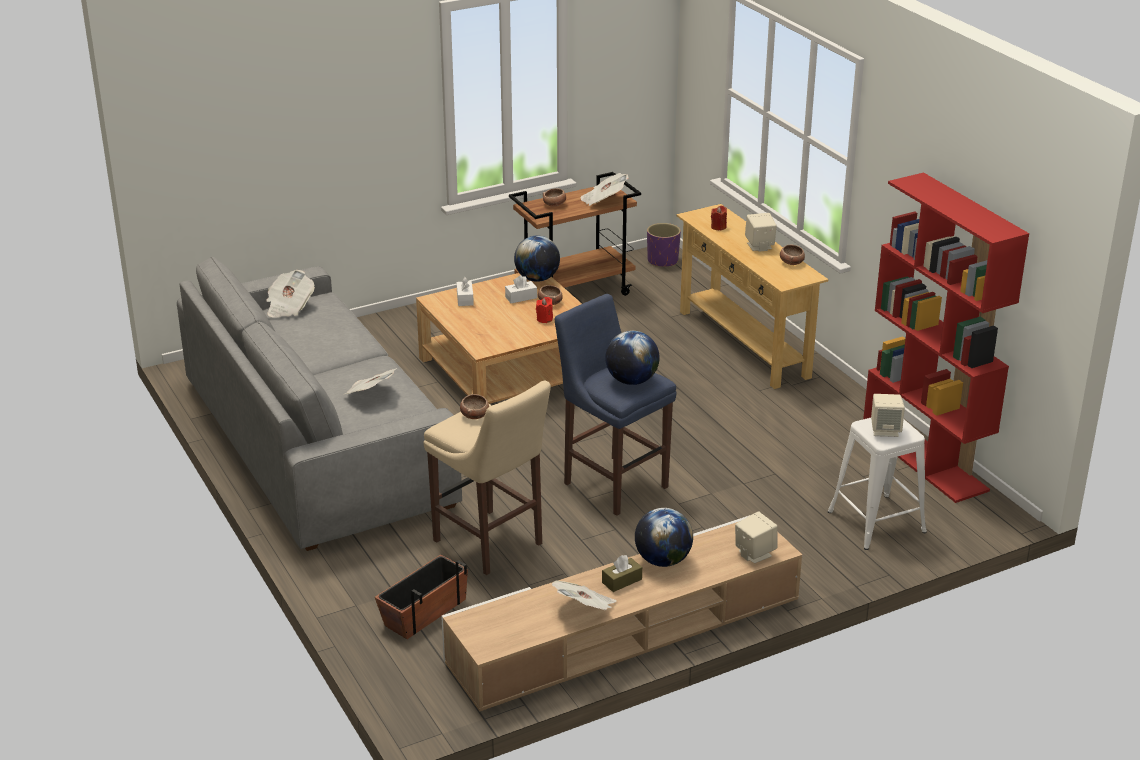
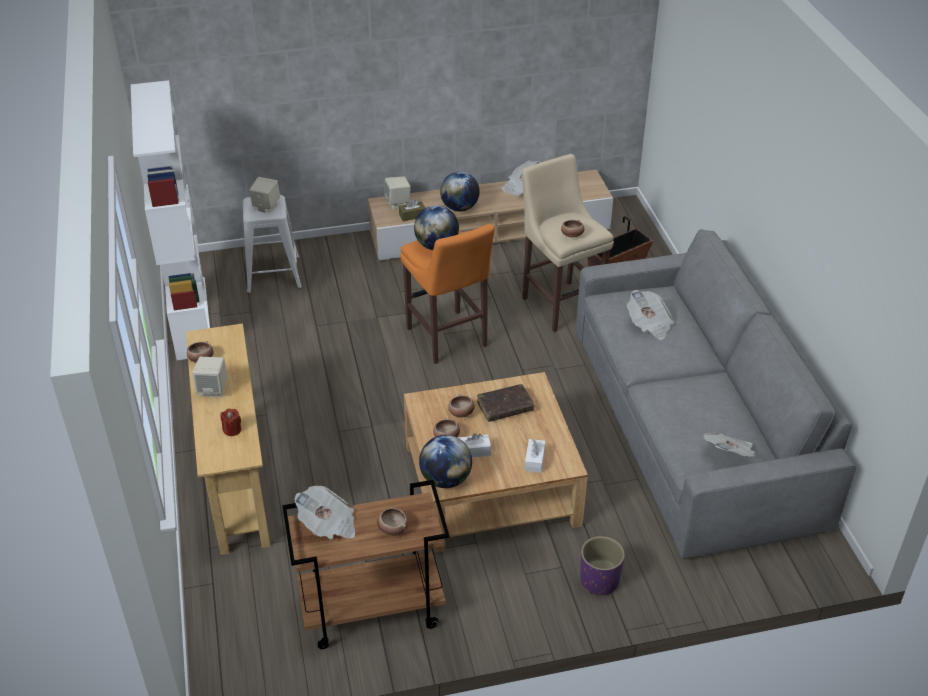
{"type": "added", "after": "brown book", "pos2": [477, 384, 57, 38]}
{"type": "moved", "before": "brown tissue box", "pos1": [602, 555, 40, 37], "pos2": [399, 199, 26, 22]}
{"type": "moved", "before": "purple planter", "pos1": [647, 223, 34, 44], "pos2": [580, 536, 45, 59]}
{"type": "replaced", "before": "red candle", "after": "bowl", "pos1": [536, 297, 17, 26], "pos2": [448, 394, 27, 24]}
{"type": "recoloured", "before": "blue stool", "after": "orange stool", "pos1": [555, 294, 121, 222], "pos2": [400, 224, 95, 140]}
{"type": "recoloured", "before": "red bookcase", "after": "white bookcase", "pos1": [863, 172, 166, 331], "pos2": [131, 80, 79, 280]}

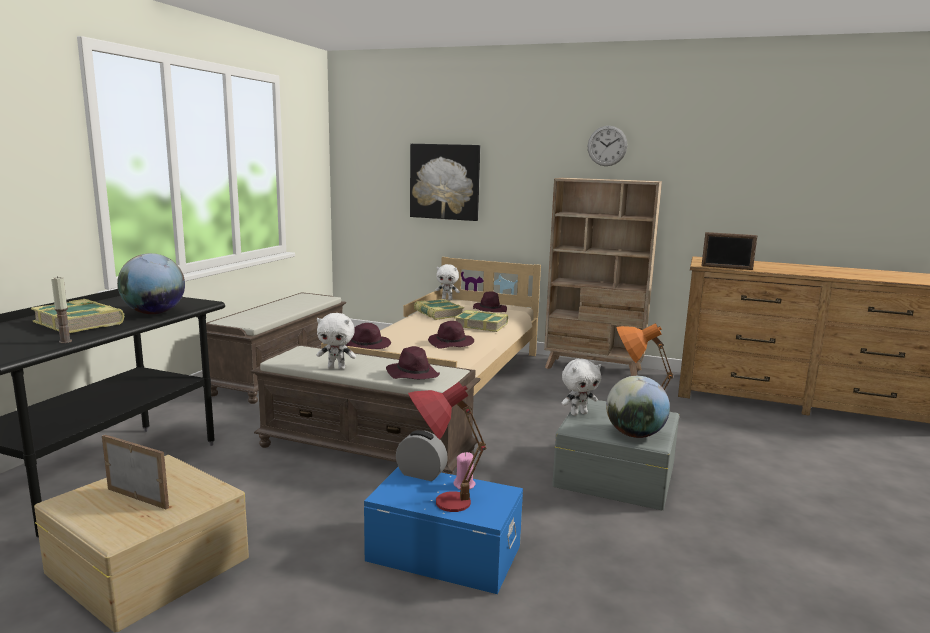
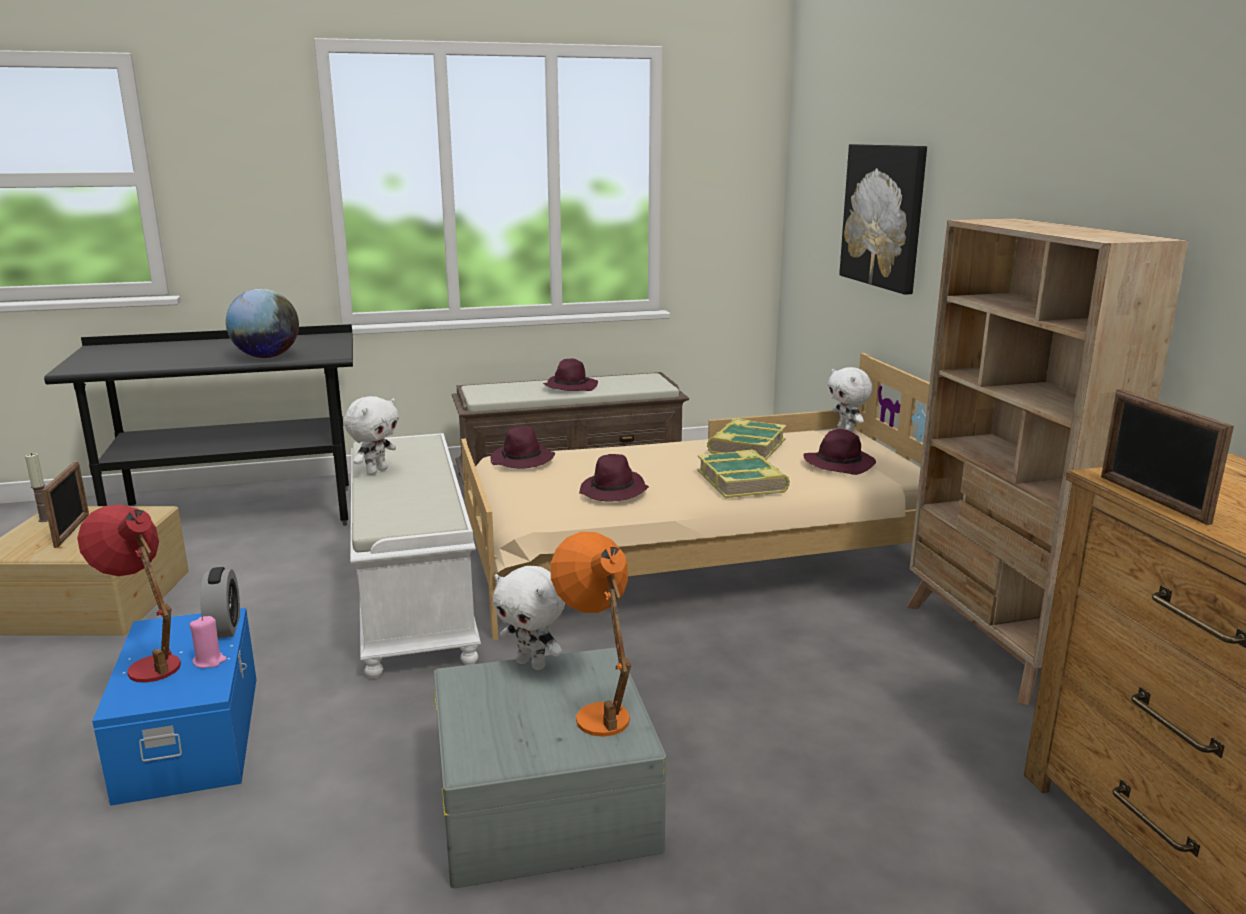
{"type": "removed", "before": "book", "pos1": [31, 299, 94, 34]}
{"type": "removed", "before": "wall clock", "pos1": [588, 126, 40, 40]}
{"type": "removed", "before": "globe", "pos1": [606, 376, 64, 62]}
{"type": "moved", "before": "candle", "pos1": [51, 276, 21, 67], "pos2": [25, 453, 23, 69]}
{"type": "moved", "before": "purple hat", "pos1": [386, 346, 54, 33], "pos2": [543, 359, 55, 32]}
{"type": "recoloured", "before": "brown bench", "after": "white bench", "pos1": [251, 345, 230, 129], "pos2": [350, 433, 131, 245]}
{"type": "turned", "before": "white plush toy", "pos1": [317, 313, 39, 57], "pos2": [344, 396, 55, 79], "turn": -120}

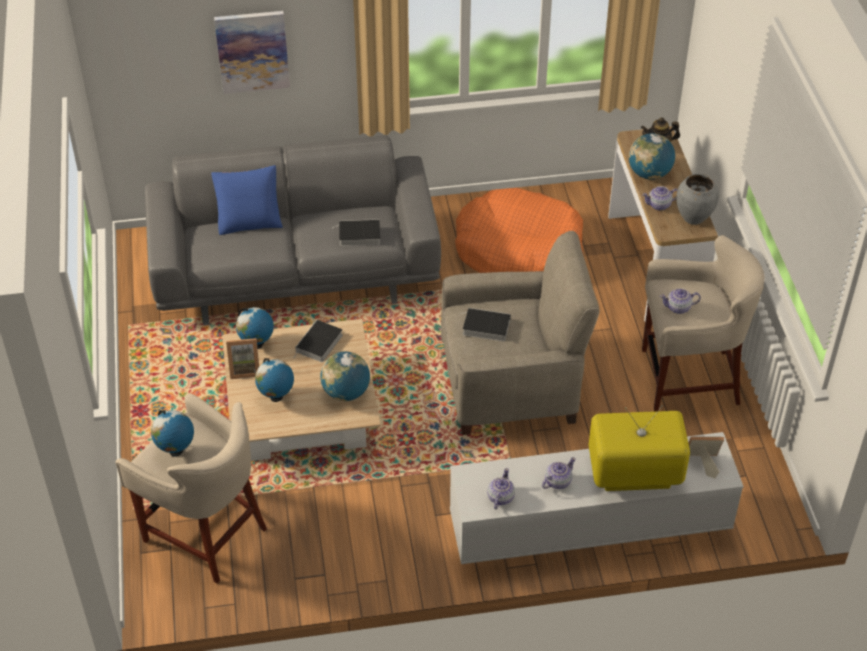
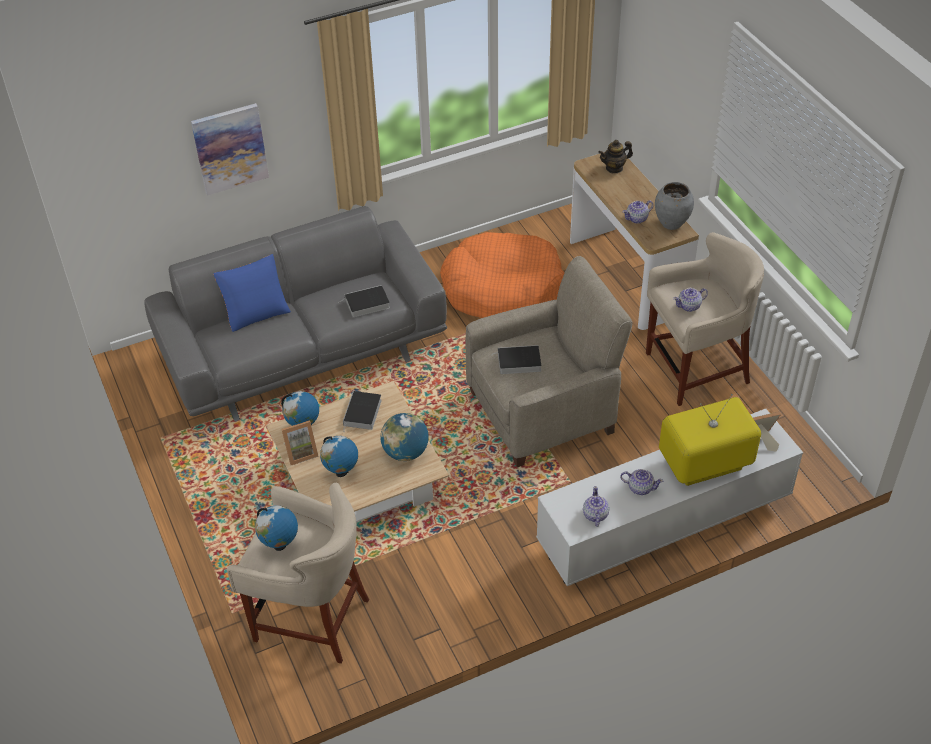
{"type": "removed", "before": "globe", "pos1": [629, 133, 46, 47]}
{"type": "turned", "before": "teapot", "pos1": [542, 457, 34, 32], "pos2": [620, 469, 43, 26], "turn": 75}

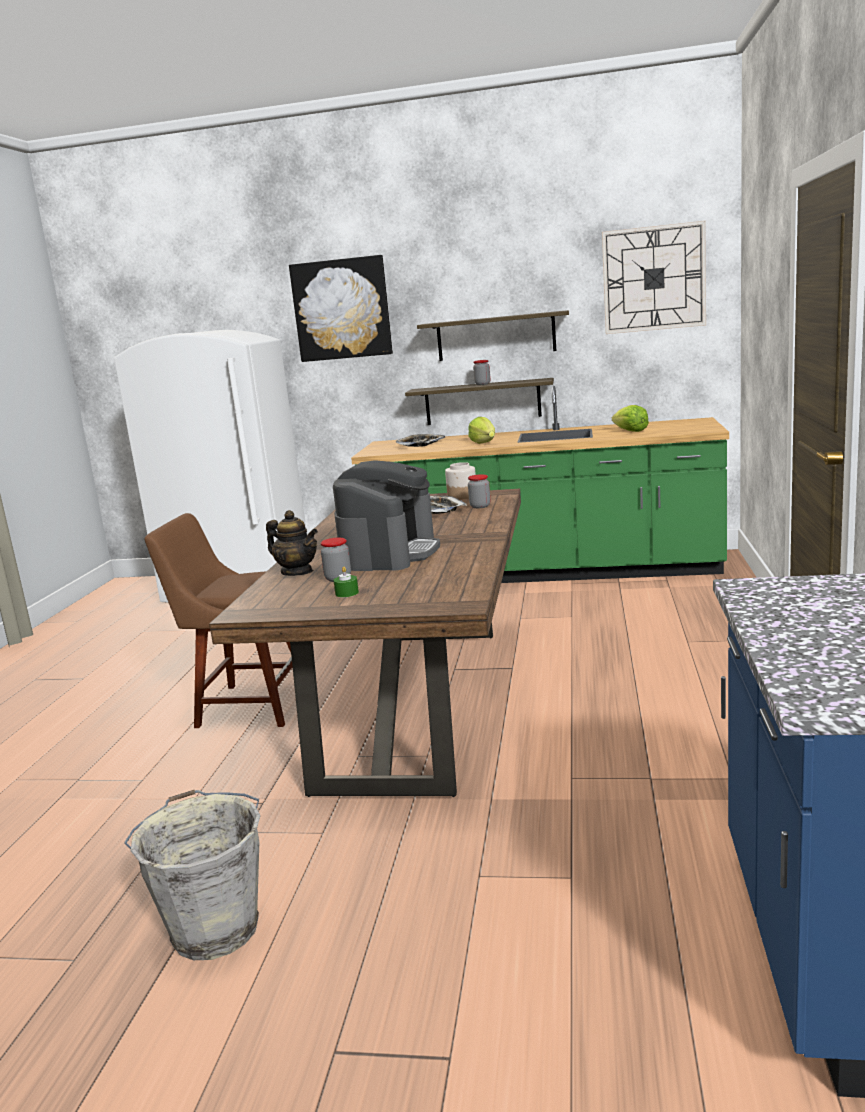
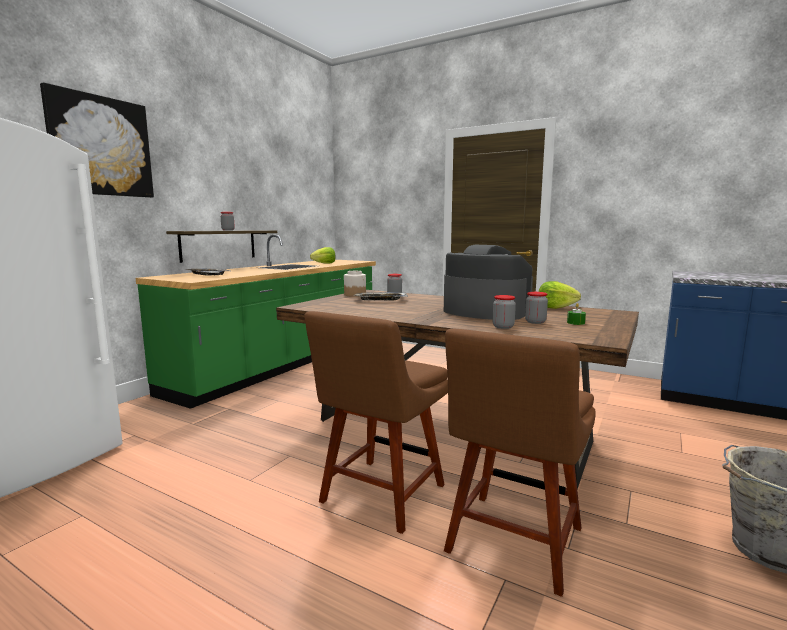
{"type": "removed", "before": "shelf", "pos1": [417, 310, 152, 51]}
{"type": "removed", "before": "wall clock", "pos1": [602, 221, 104, 113]}
{"type": "added", "after": "brown chair", "pos2": [444, 329, 152, 268]}
{"type": "moved", "before": "lettuce", "pos1": [468, 417, 27, 27], "pos2": [539, 281, 42, 28]}
{"type": "replaced", "before": "teapot", "after": "jar", "pos1": [266, 510, 52, 66], "pos2": [493, 295, 23, 34]}

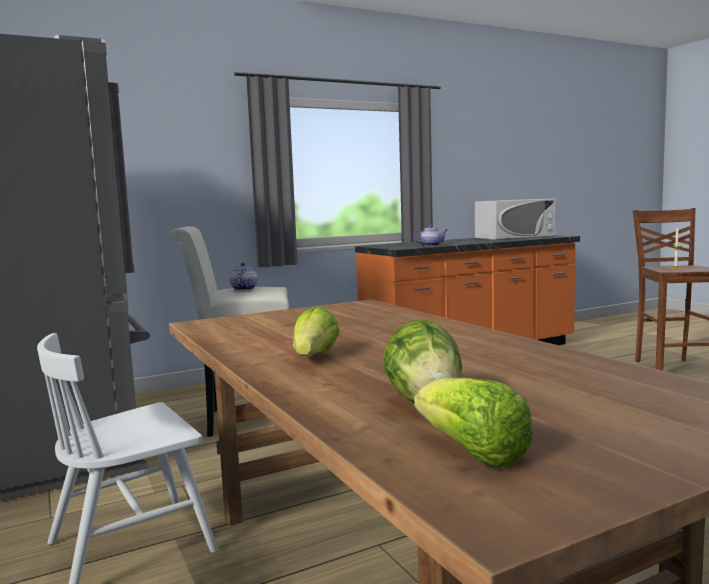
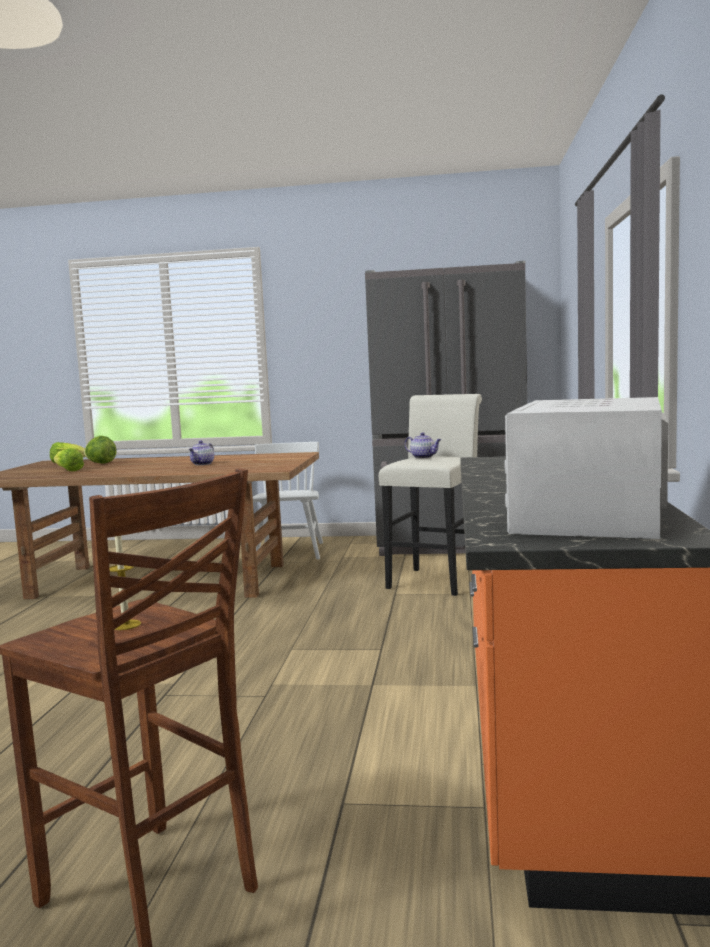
{"type": "moved", "before": "lettuce", "pos1": [293, 307, 47, 49], "pos2": [54, 448, 30, 23]}
{"type": "moved", "before": "teapot", "pos1": [414, 225, 33, 21], "pos2": [189, 441, 25, 24]}

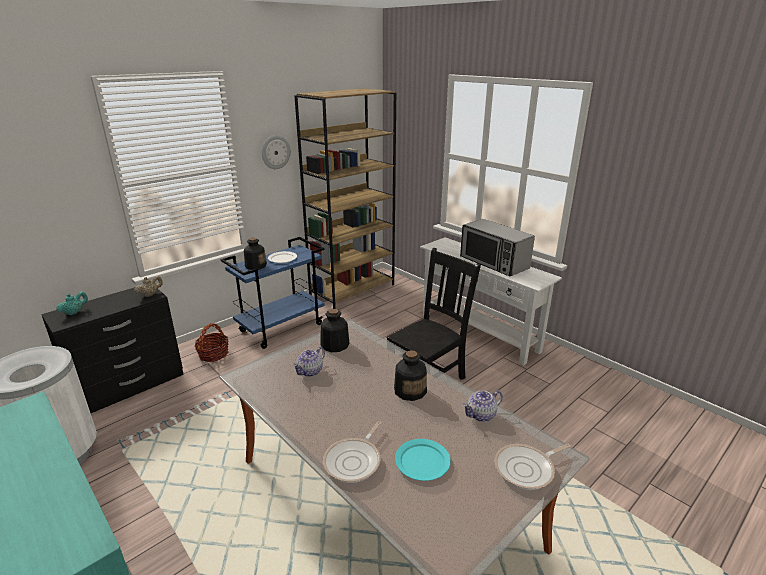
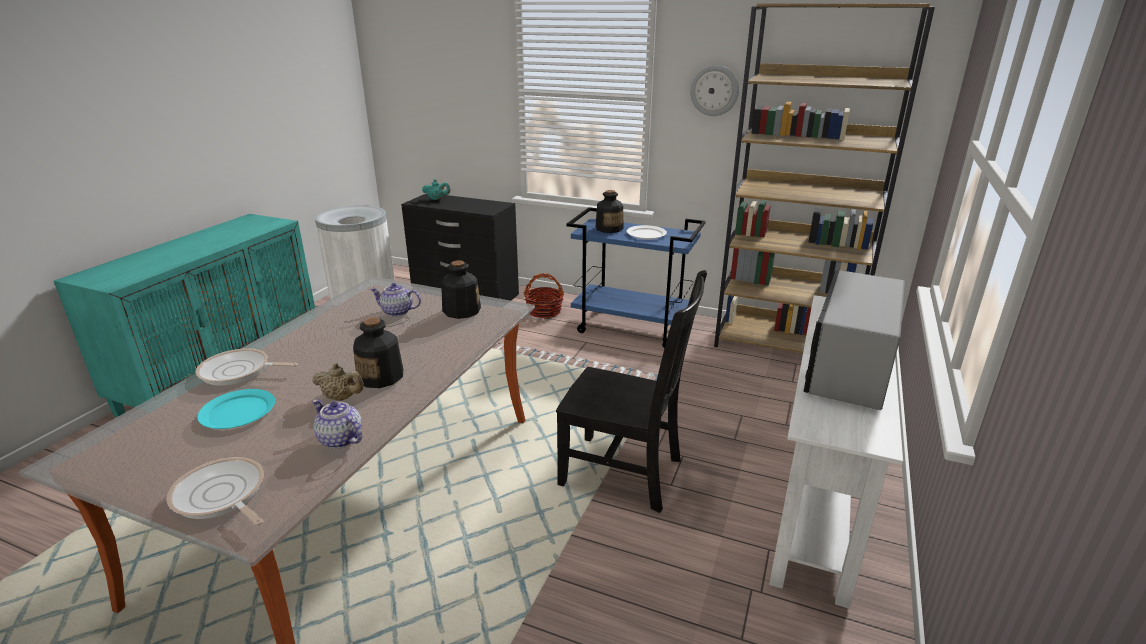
{"type": "moved", "before": "beige teapot", "pos1": [134, 276, 29, 21], "pos2": [312, 363, 52, 38]}

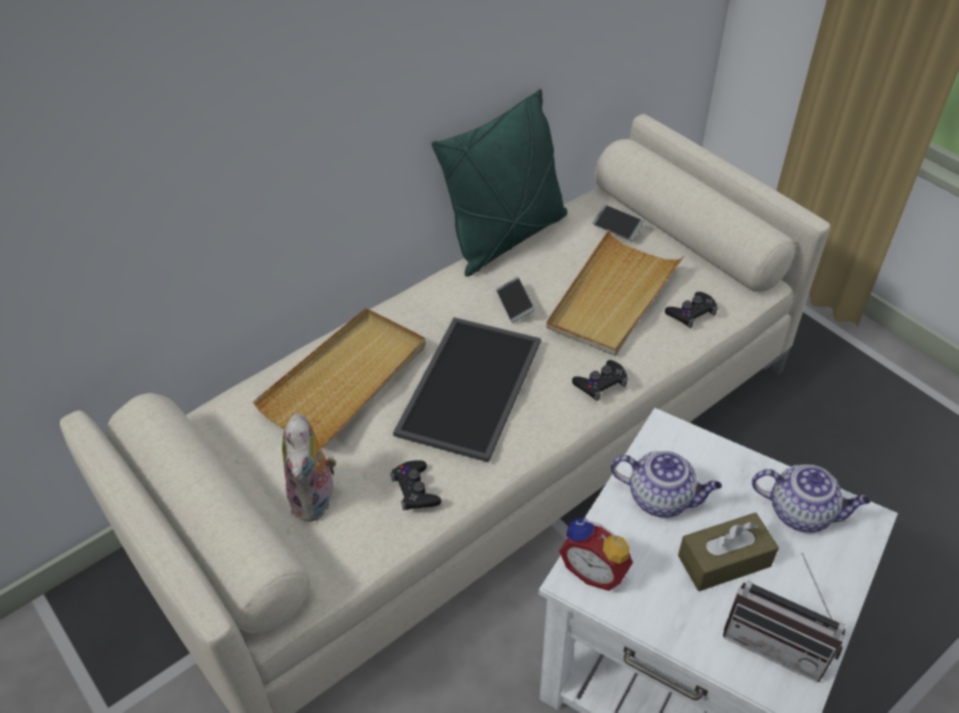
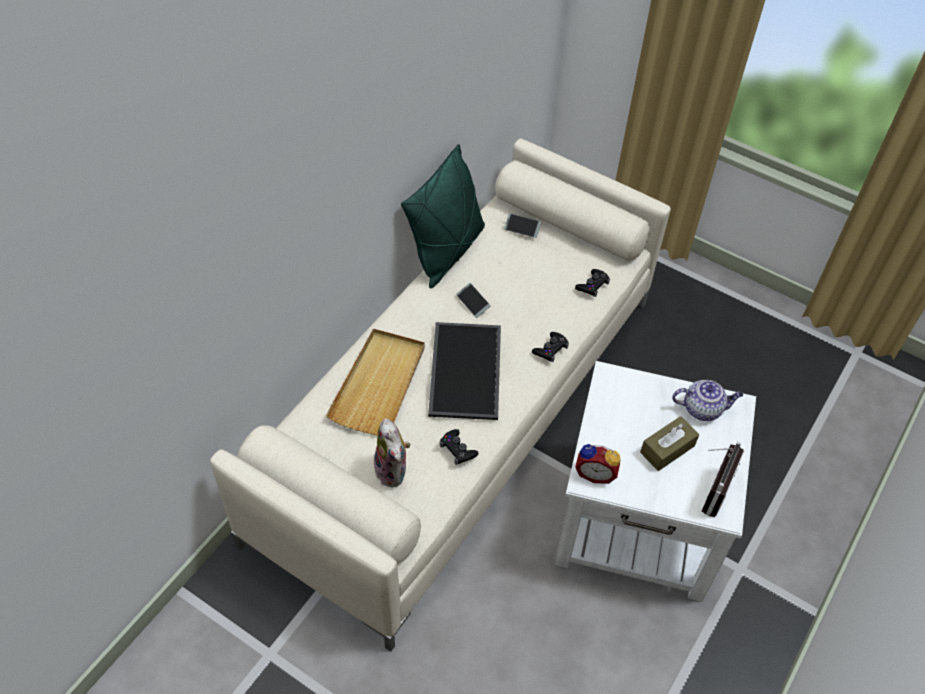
{"type": "removed", "before": "beige tray", "pos1": [546, 230, 138, 126]}
{"type": "removed", "before": "teapot", "pos1": [611, 451, 111, 67]}
{"type": "turned", "before": "radio", "pos1": [723, 553, 122, 129], "pos2": [702, 441, 42, 76], "turn": -75}

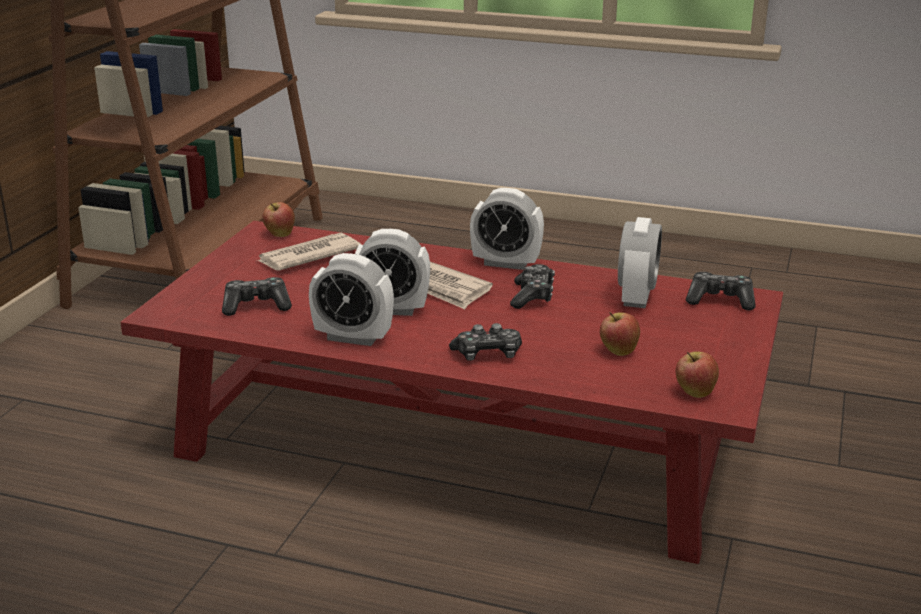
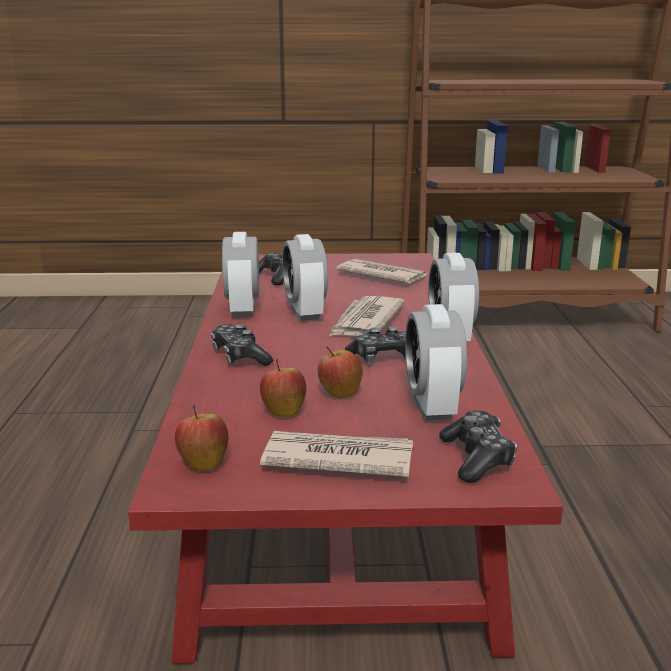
{"type": "added", "after": "newspaper", "pos2": [260, 431, 153, 46]}
{"type": "moved", "before": "apple", "pos1": [263, 202, 32, 35], "pos2": [318, 346, 45, 52]}
{"type": "turned", "before": "alarm clock", "pos1": [618, 217, 44, 91], "pos2": [405, 304, 62, 116], "turn": 90}

